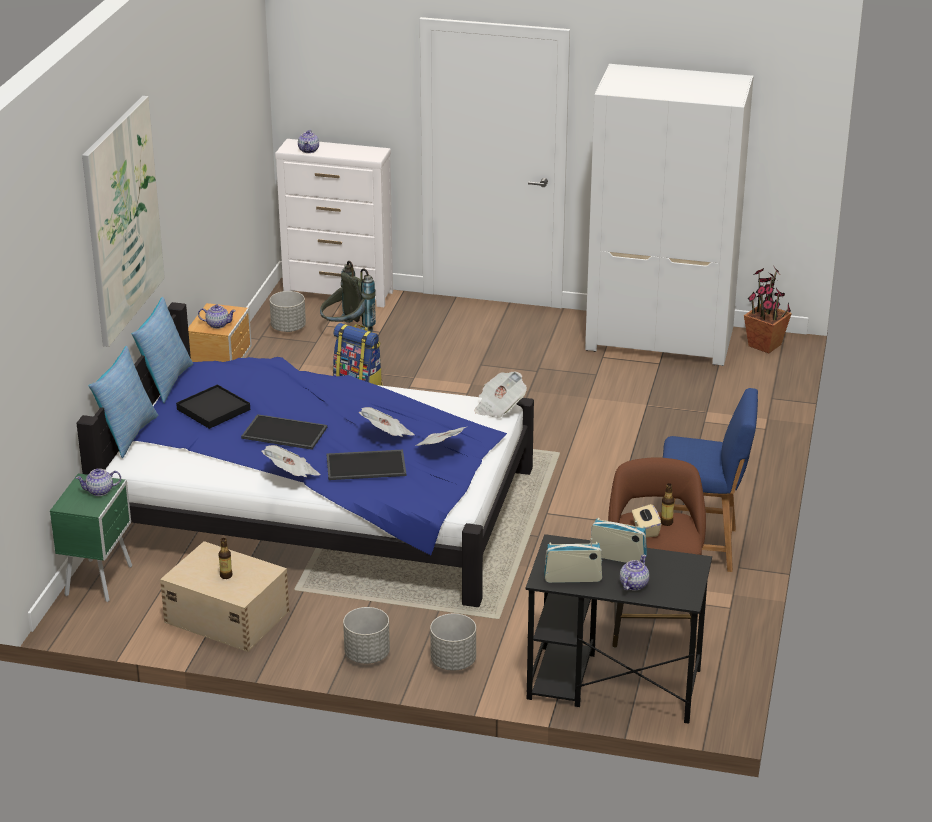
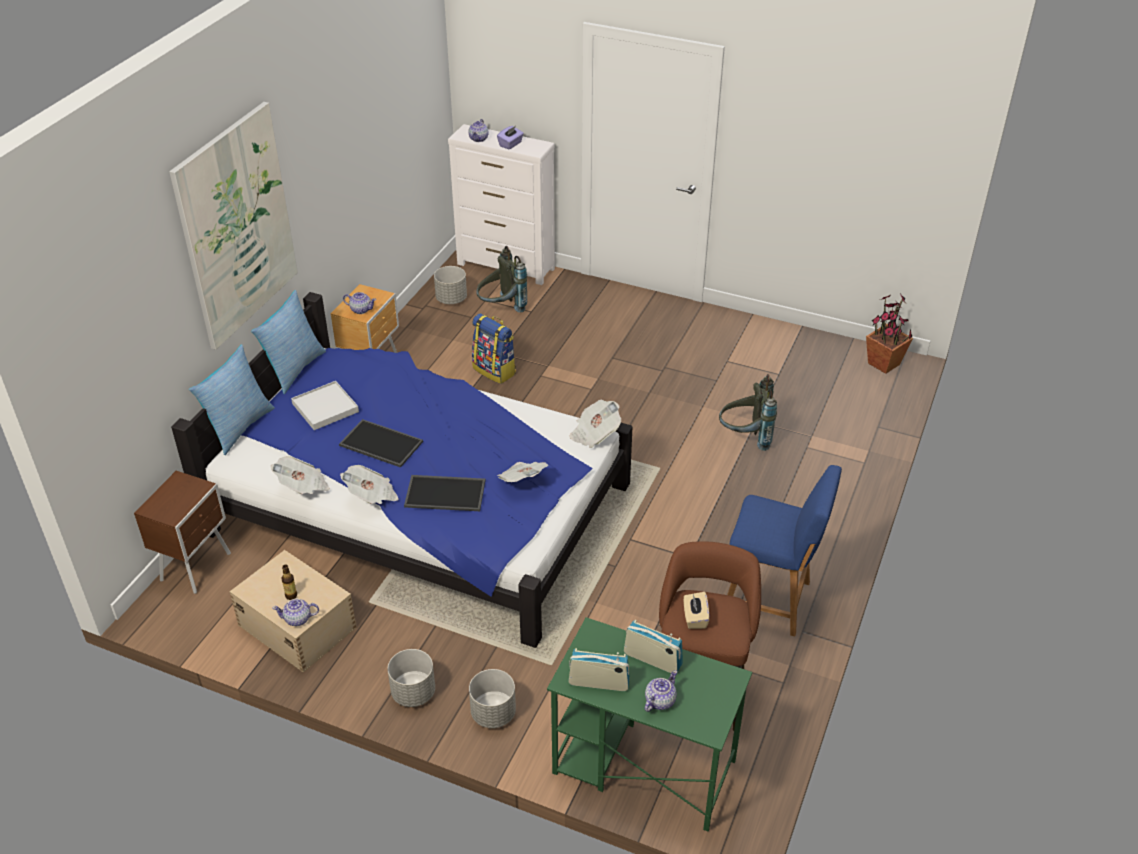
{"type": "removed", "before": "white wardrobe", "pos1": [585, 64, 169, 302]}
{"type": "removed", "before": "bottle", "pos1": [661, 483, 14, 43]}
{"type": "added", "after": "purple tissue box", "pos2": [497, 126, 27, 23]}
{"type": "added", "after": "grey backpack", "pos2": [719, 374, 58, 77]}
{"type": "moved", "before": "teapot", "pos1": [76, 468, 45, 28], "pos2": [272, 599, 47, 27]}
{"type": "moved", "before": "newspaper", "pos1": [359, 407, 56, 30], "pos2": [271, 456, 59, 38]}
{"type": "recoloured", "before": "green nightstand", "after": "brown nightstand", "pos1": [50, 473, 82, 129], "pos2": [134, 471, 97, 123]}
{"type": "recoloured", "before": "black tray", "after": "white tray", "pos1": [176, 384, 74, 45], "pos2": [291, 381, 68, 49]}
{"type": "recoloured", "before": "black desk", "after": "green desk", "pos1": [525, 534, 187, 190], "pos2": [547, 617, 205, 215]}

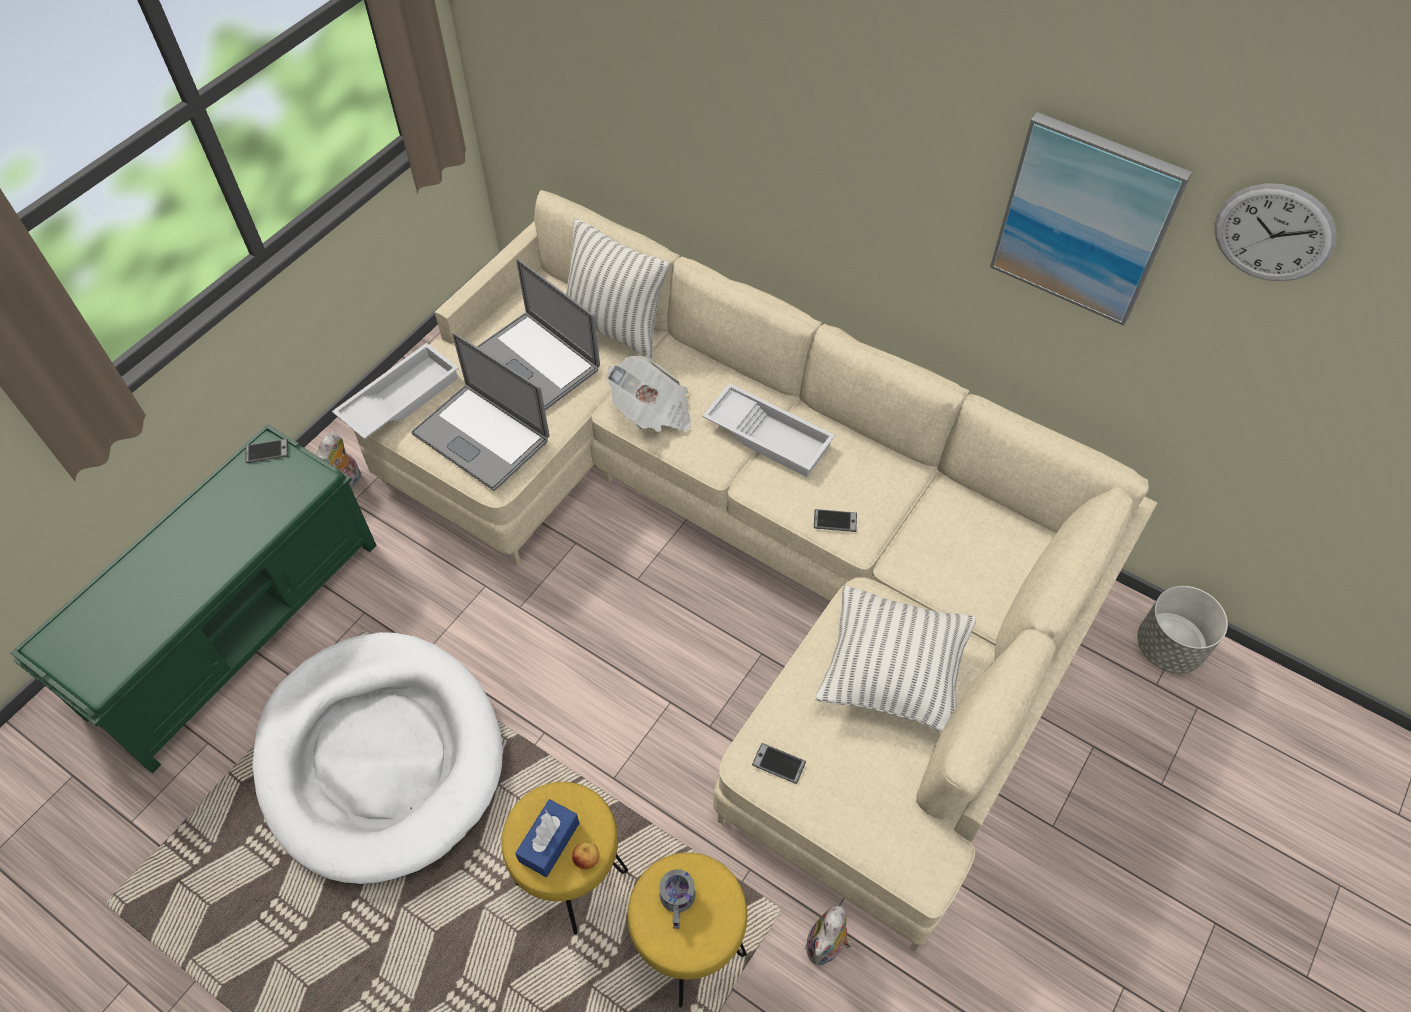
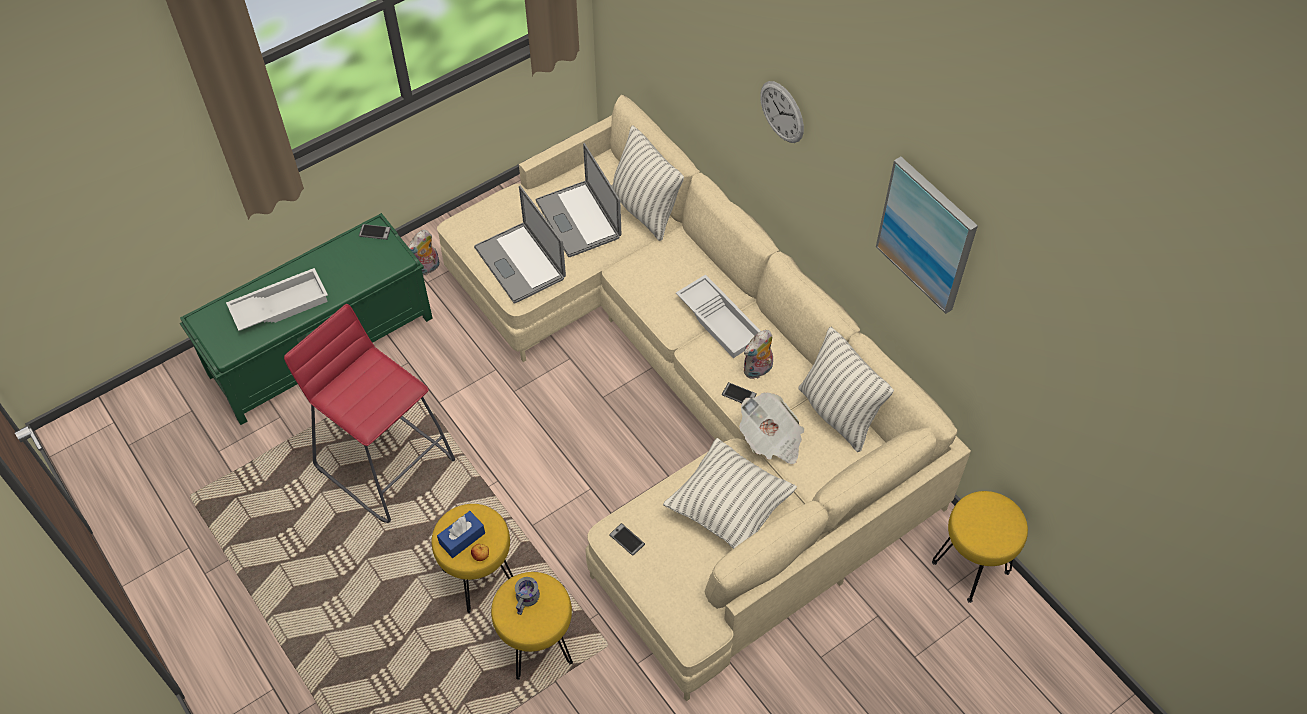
{"type": "added", "after": "pillow", "pos2": [798, 327, 96, 125]}
{"type": "moved", "before": "white tray", "pos1": [332, 343, 127, 96], "pos2": [226, 268, 102, 63]}
{"type": "moved", "before": "newspaper", "pos1": [606, 356, 85, 76], "pos2": [739, 392, 65, 72]}
{"type": "moved", "before": "plush toy", "pos1": [805, 906, 47, 59], "pos2": [744, 330, 29, 49]}
{"type": "moved", "before": "wall clock", "pos1": [1215, 183, 121, 98], "pos2": [760, 81, 44, 62]}
{"type": "replaced", "before": "white dog bed", "after": "red stool", "pos1": [252, 632, 251, 252], "pos2": [284, 304, 171, 219]}
{"type": "replaced", "before": "grey planter", "after": "yellow stool", "pos1": [1137, 586, 91, 88], "pos2": [932, 491, 96, 112]}

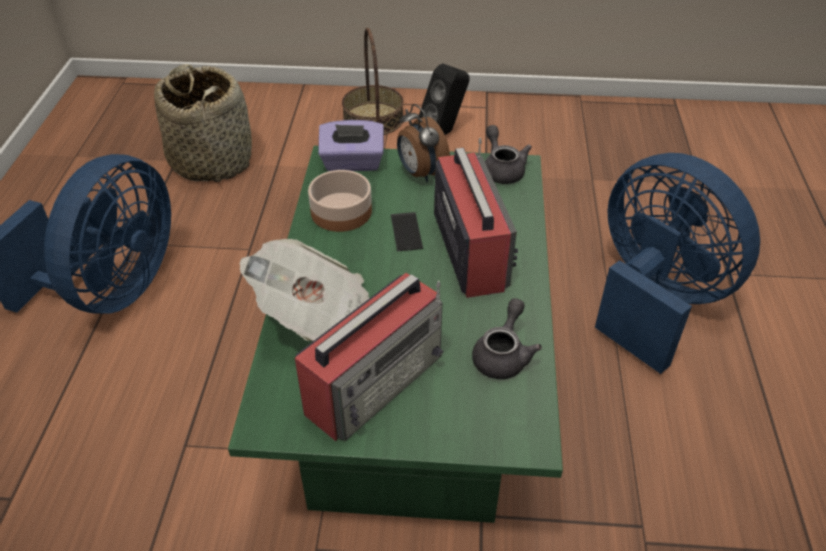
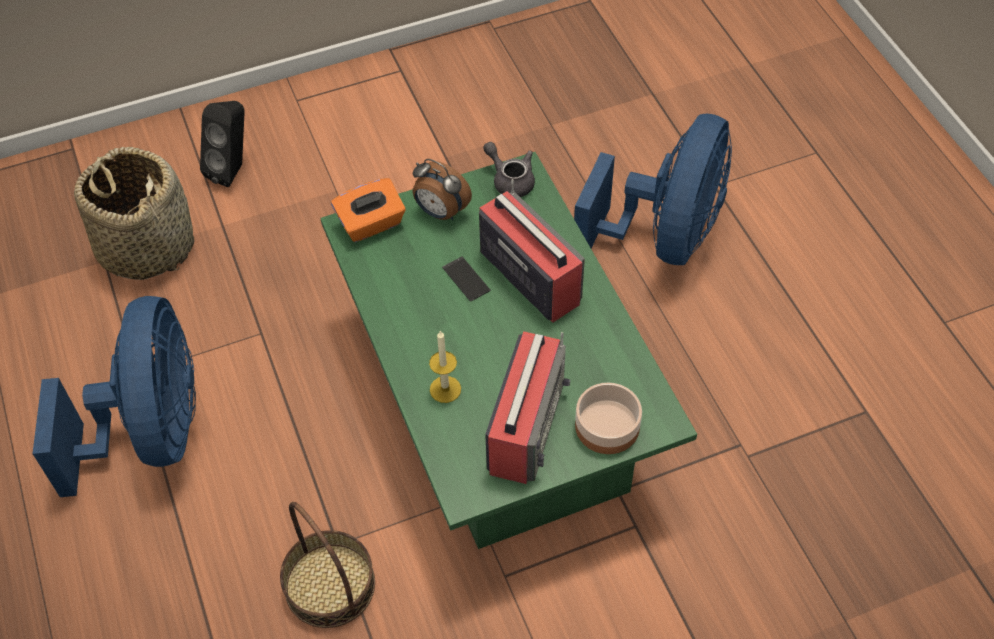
{"type": "removed", "before": "grey teapot", "pos1": [472, 298, 70, 81]}
{"type": "moved", "before": "bowl", "pos1": [308, 170, 64, 62], "pos2": [575, 383, 67, 71]}
{"type": "moved", "before": "basket", "pos1": [342, 28, 61, 107], "pos2": [280, 502, 95, 126]}
{"type": "moved", "before": "black speaker", "pos1": [419, 64, 51, 71], "pos2": [200, 101, 45, 86]}
{"type": "replaced", "before": "newspaper", "after": "candle", "pos1": [240, 239, 129, 103], "pos2": [429, 330, 32, 73]}
{"type": "recoloured", "before": "purple tissue box", "after": "orange tissue box", "pos1": [318, 120, 66, 51], "pos2": [331, 178, 75, 64]}
{"type": "turned", "before": "blue fan", "pos1": [595, 153, 165, 221], "pos2": [574, 113, 158, 152], "turn": 90}

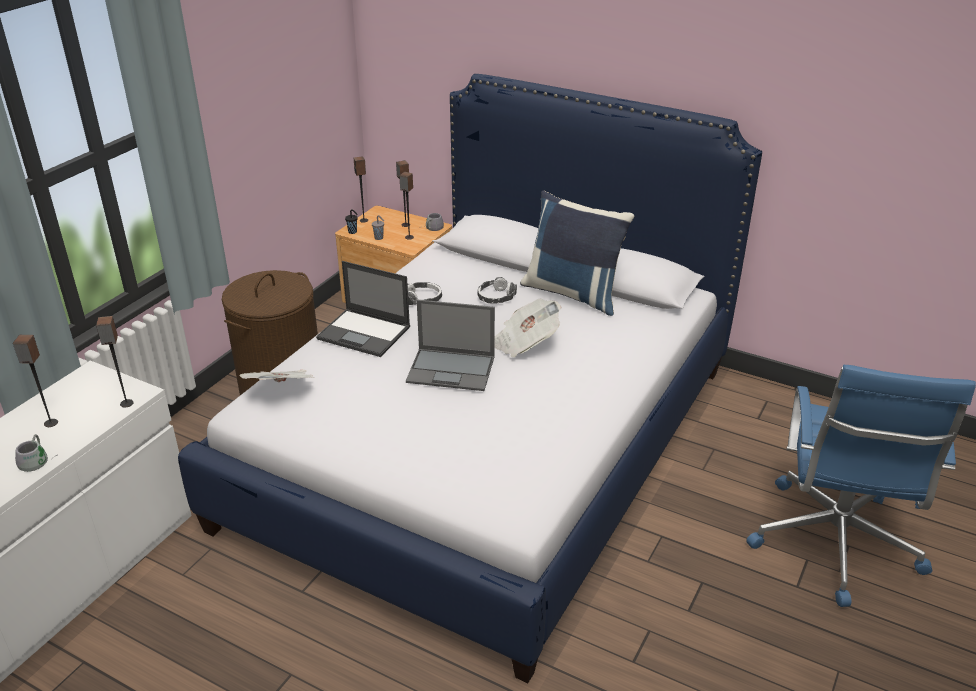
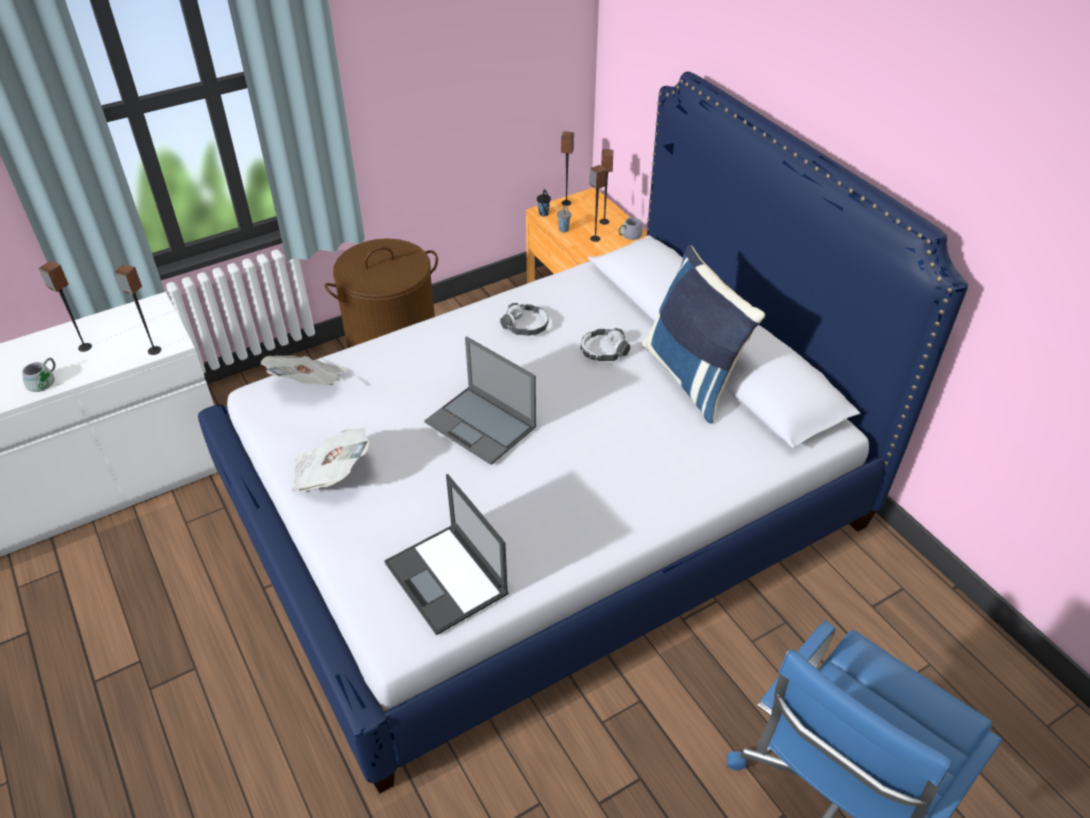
{"type": "moved", "before": "laptop", "pos1": [316, 261, 94, 96], "pos2": [384, 474, 125, 162]}
{"type": "moved", "before": "newspaper", "pos1": [495, 298, 67, 60], "pos2": [292, 428, 77, 64]}

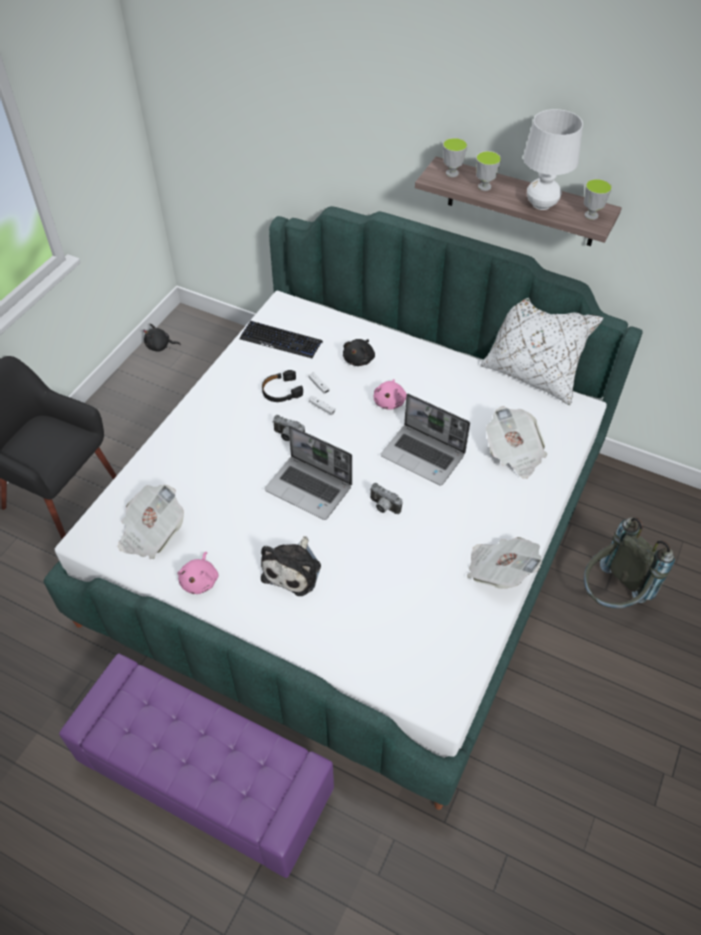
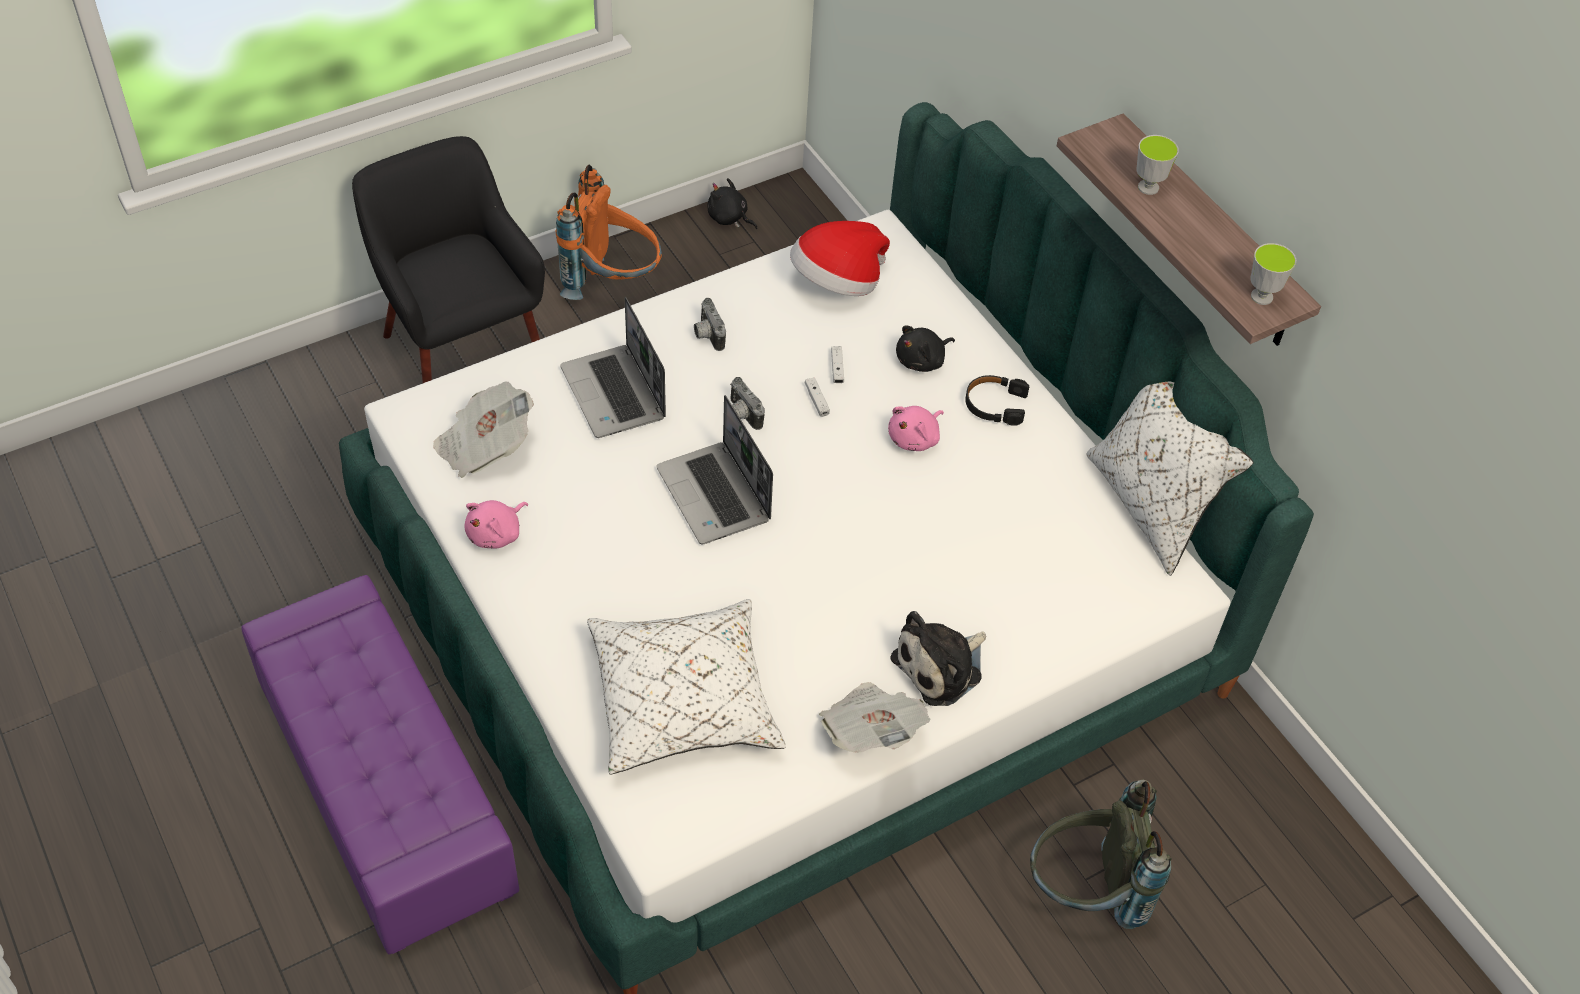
{"type": "removed", "before": "cup", "pos1": [443, 138, 25, 39]}
{"type": "removed", "before": "newspaper", "pos1": [486, 406, 61, 73]}
{"type": "removed", "before": "white table lamp", "pos1": [523, 109, 60, 101]}
{"type": "added", "after": "orange backpack", "pos2": [556, 165, 106, 135]}
{"type": "added", "after": "white pillow", "pos2": [587, 599, 199, 175]}
{"type": "moved", "before": "plush toy", "pos1": [261, 536, 60, 60], "pos2": [890, 611, 96, 95]}
{"type": "moved", "before": "black headphones", "pos1": [262, 370, 41, 32], "pos2": [965, 375, 64, 51]}
{"type": "moved", "before": "photo camera", "pos1": [370, 483, 32, 31], "pos2": [694, 298, 32, 53]}
{"type": "moved", "before": "laptop", "pos1": [380, 393, 90, 93], "pos2": [560, 297, 106, 141]}
{"type": "replaced", "before": "keyboard", "after": "hat", "pos1": [240, 321, 83, 38], "pos2": [790, 221, 100, 75]}

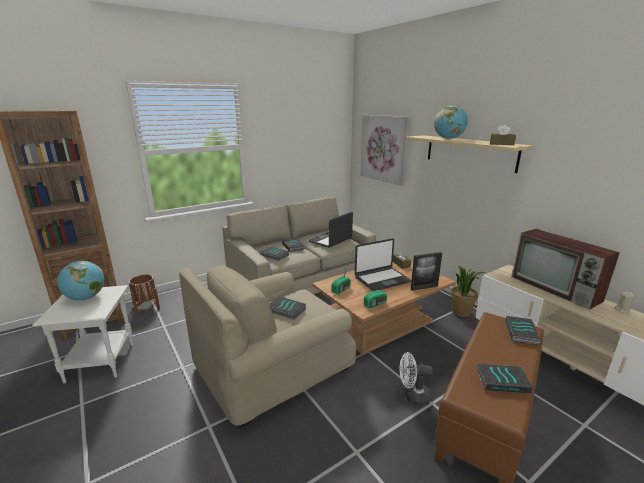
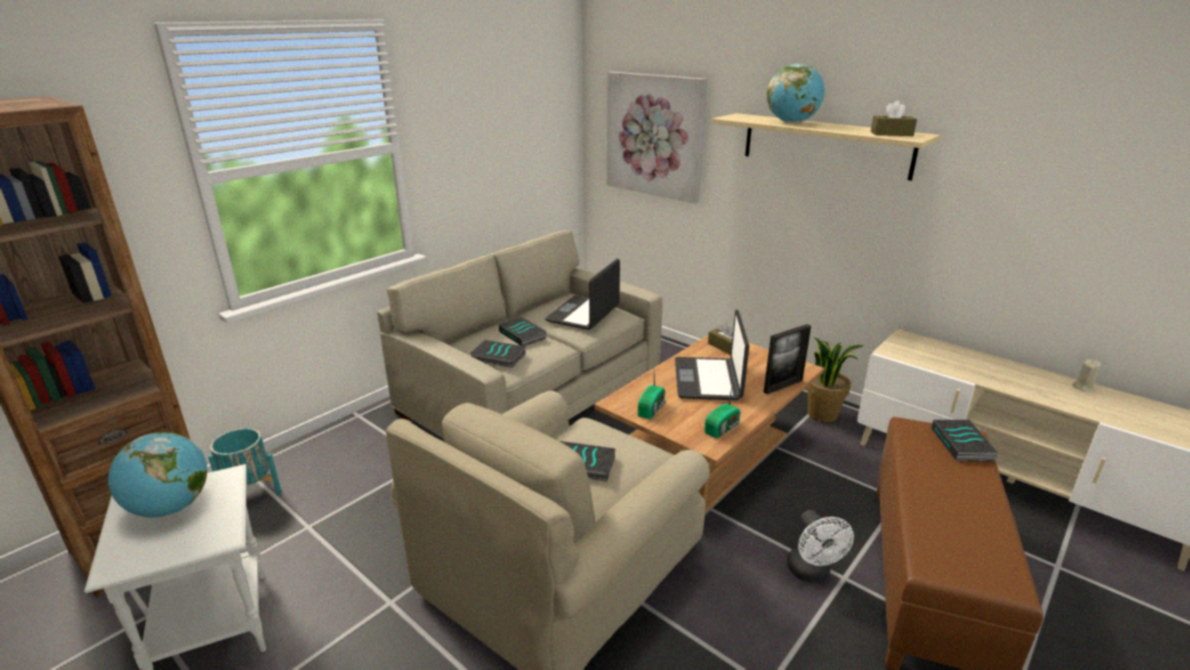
{"type": "removed", "before": "book", "pos1": [476, 364, 57, 30]}
{"type": "removed", "before": "television", "pos1": [512, 229, 108, 81]}
{"type": "recoloured", "before": "brown planter", "after": "turquoise planter", "pos1": [129, 274, 31, 41], "pos2": [208, 428, 74, 66]}
{"type": "turned", "before": "laptop", "pos1": [355, 238, 57, 53], "pos2": [675, 310, 74, 90], "turn": 135}
{"type": "turned", "before": "white fan", "pos1": [400, 352, 33, 54], "pos2": [787, 510, 67, 72], "turn": -90}

